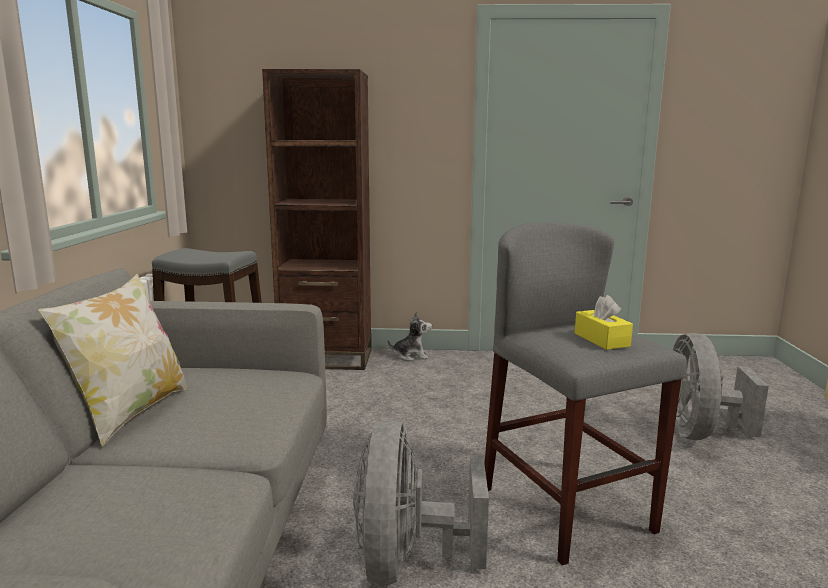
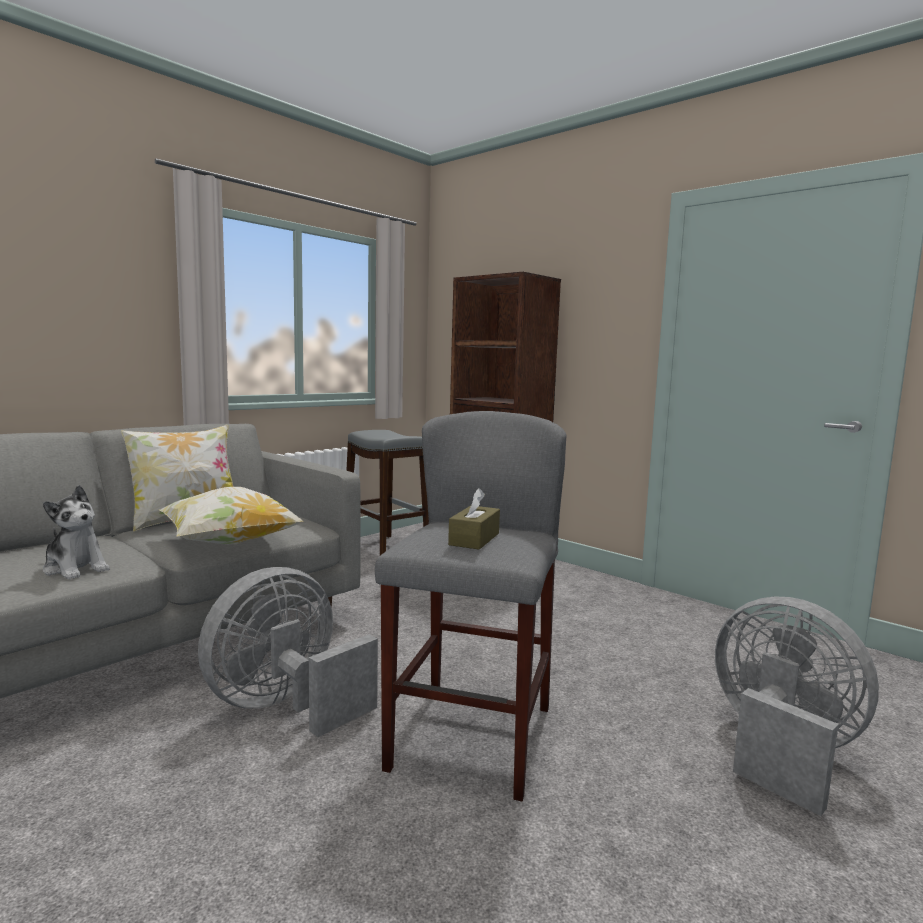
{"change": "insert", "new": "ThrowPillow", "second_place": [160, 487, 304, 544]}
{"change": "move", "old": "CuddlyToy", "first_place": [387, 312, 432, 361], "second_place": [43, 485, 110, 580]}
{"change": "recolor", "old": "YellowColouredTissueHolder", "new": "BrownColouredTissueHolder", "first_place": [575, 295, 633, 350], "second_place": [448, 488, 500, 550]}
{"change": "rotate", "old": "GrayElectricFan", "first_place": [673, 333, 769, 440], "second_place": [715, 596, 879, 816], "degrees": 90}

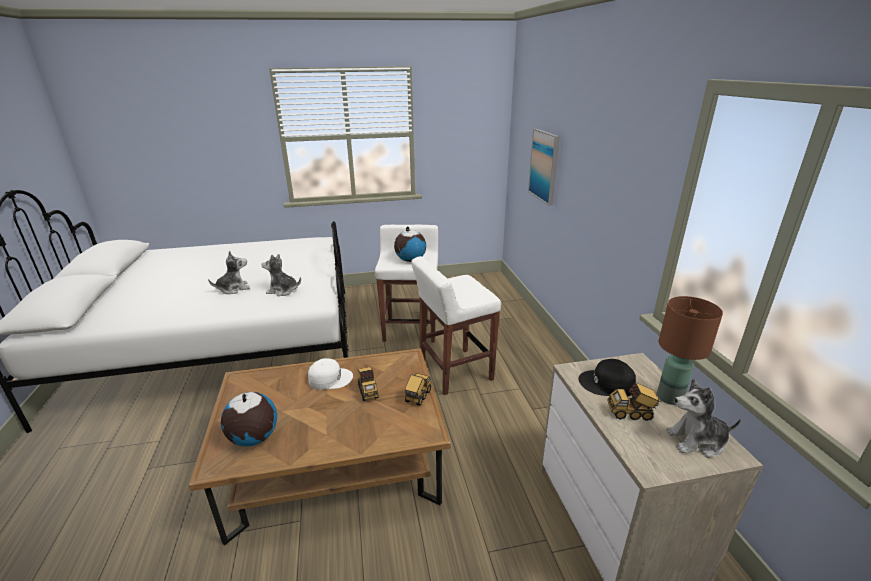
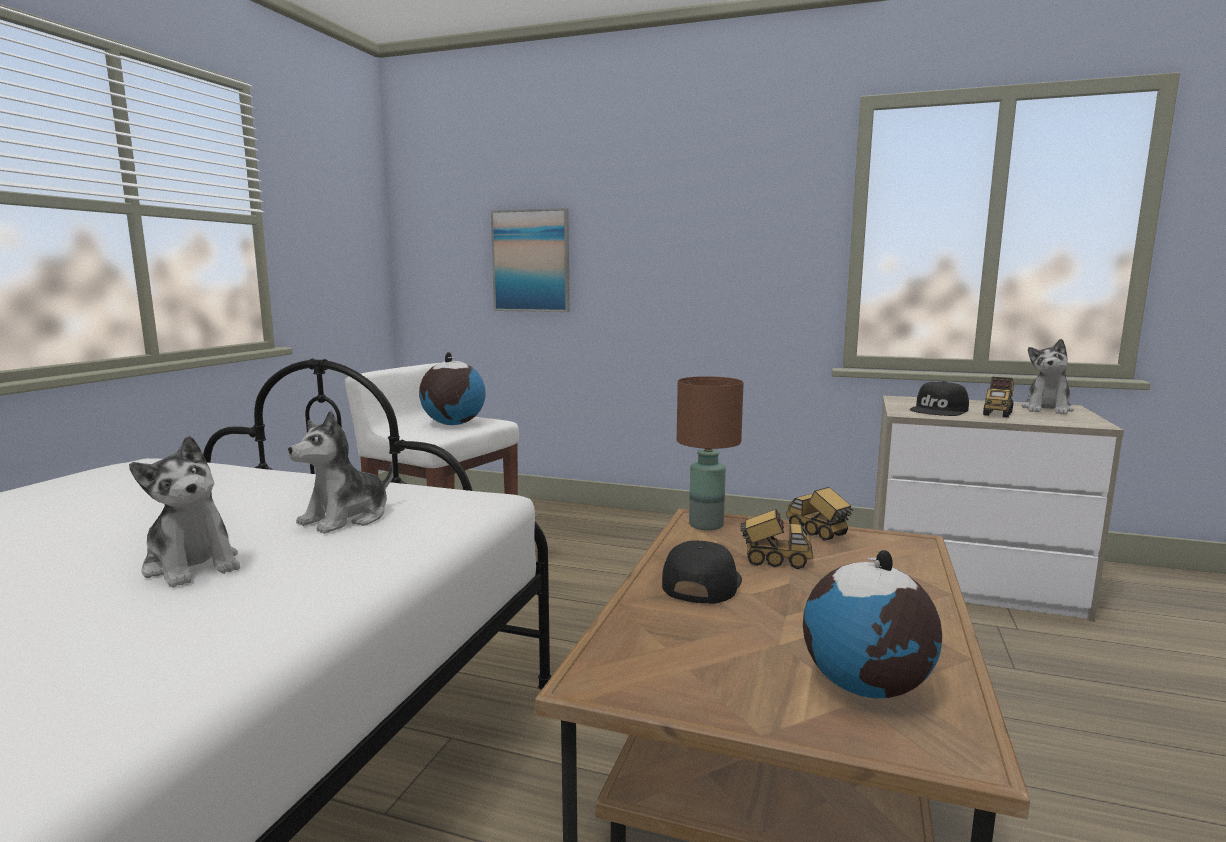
{"change": "delete", "old": "WhiteStoolSeat", "first_place": [411, 256, 501, 395]}
{"change": "move", "old": "BrownColouredLampForATable", "first_place": [657, 296, 723, 405], "second_place": [677, 376, 744, 530]}
{"change": "recolor", "old": "WhitePeakedCap", "new": "BlackishPeakedCap", "first_place": [308, 358, 353, 390], "second_place": [662, 541, 742, 604]}
{"change": "rotate", "old": "CuddlyToy", "first_place": [208, 251, 250, 294], "second_place": [129, 436, 240, 587], "degrees": 135}

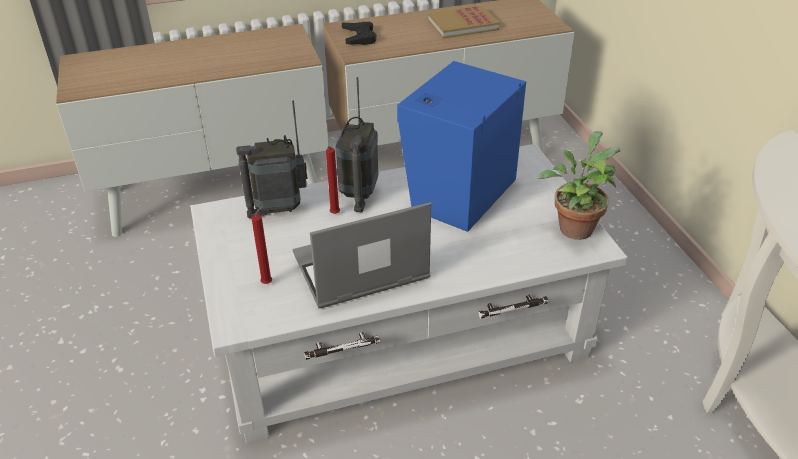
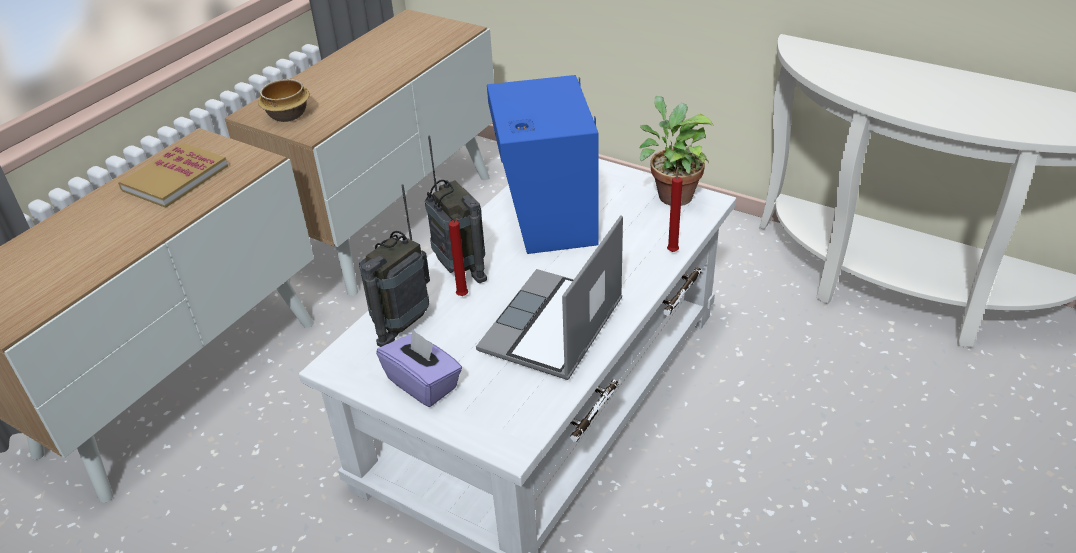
{"change": "insert", "new": "PurpleColouredTissueHolder", "second_place": [376, 328, 462, 407]}
{"change": "move", "old": "RedWaxCandle", "first_place": [251, 205, 272, 284], "second_place": [667, 165, 683, 252]}
{"change": "move", "old": "Book", "first_place": [428, 6, 499, 39], "second_place": [118, 143, 228, 208]}
{"change": "replace", "old": "BlackishJoypad", "new": "ServingBowl", "first_place": [342, 21, 377, 45], "second_place": [258, 79, 310, 122]}

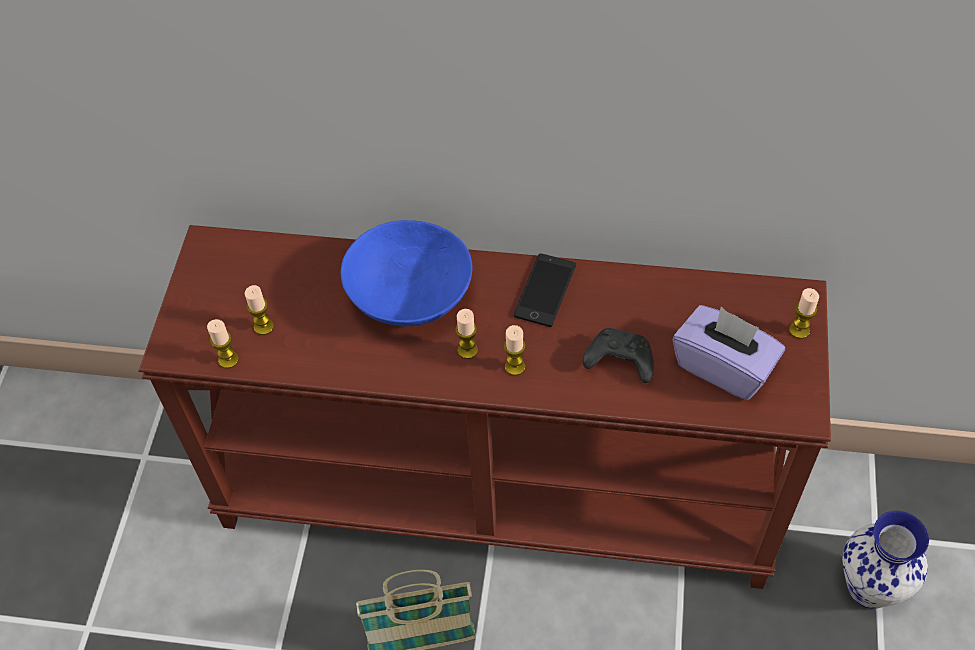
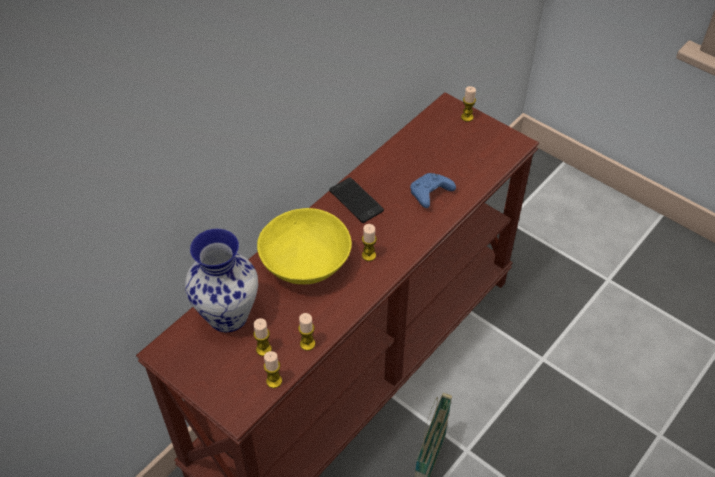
{"change": "delete", "old": "PurpleColouredTissueHolder", "first_place": [673, 305, 785, 400]}
{"change": "move", "old": "WaxCandle", "first_place": [504, 325, 525, 376], "second_place": [298, 313, 315, 351]}
{"change": "move", "old": "Vase", "first_place": [842, 511, 929, 609], "second_place": [185, 229, 258, 332]}
{"change": "recolor", "old": "BlueServingBowl", "new": "YellowColouredServingBowl", "first_place": [341, 220, 472, 326], "second_place": [257, 208, 352, 284]}
{"change": "recolor", "old": "BlackishJoypad", "new": "BlueJoypad", "first_place": [583, 328, 654, 383], "second_place": [410, 173, 456, 208]}

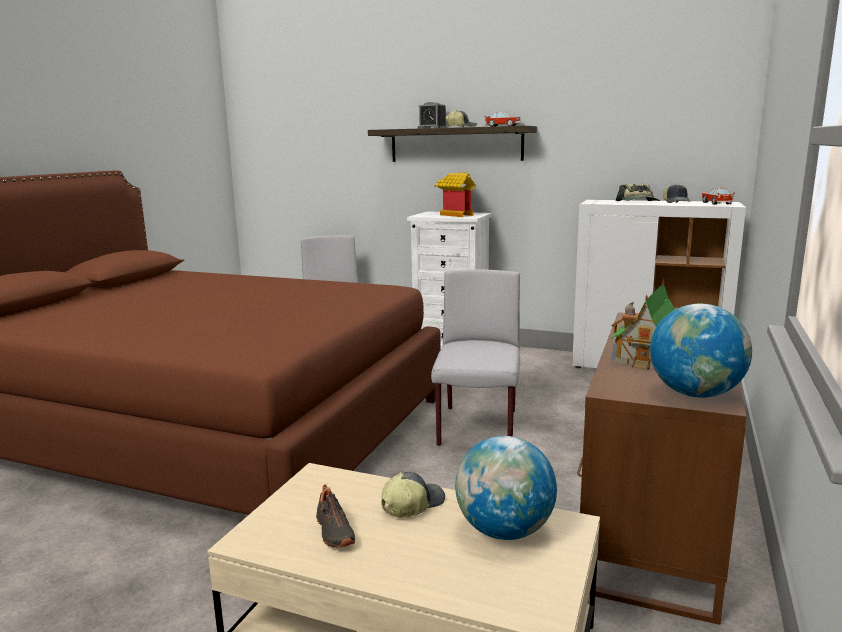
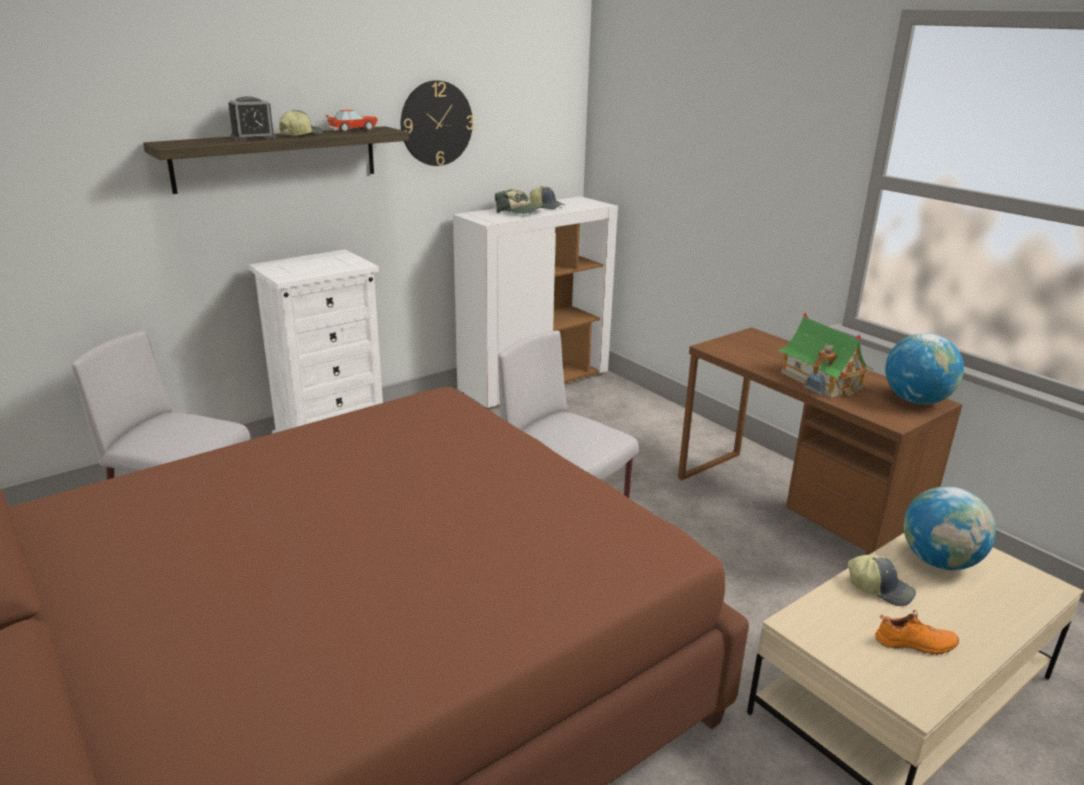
{"change": "delete", "old": "ModelHouse", "first_place": [435, 172, 476, 217]}
{"change": "delete", "old": "MiniatureCar", "first_place": [701, 188, 735, 205]}
{"change": "insert", "new": "ClockOnTheWall", "second_place": [401, 80, 474, 166]}
{"change": "recolor", "old": "BlackishItemOfFootwear", "new": "OrangeItemOfFootwear", "first_place": [316, 485, 355, 548], "second_place": [875, 610, 959, 655]}
{"change": "rotate", "old": "PeakedCap", "first_place": [381, 472, 445, 518], "second_place": [848, 555, 916, 606], "degrees": 135}

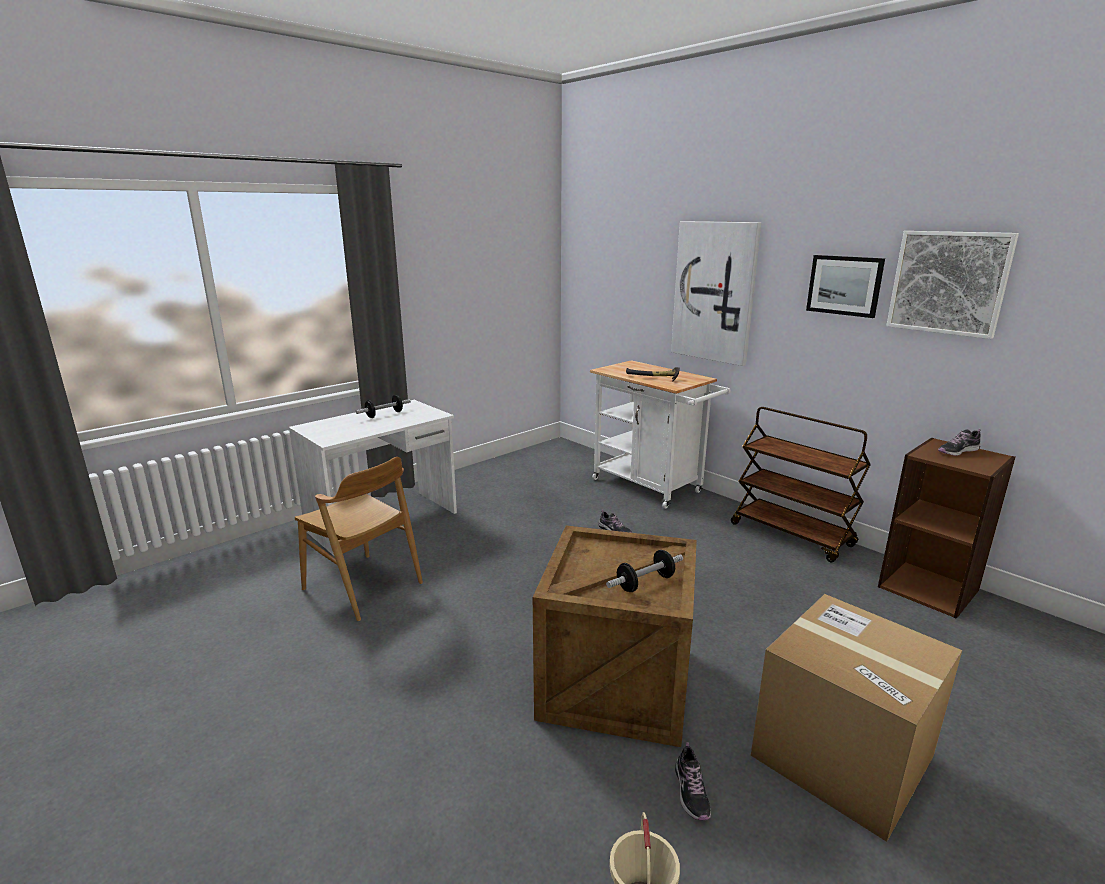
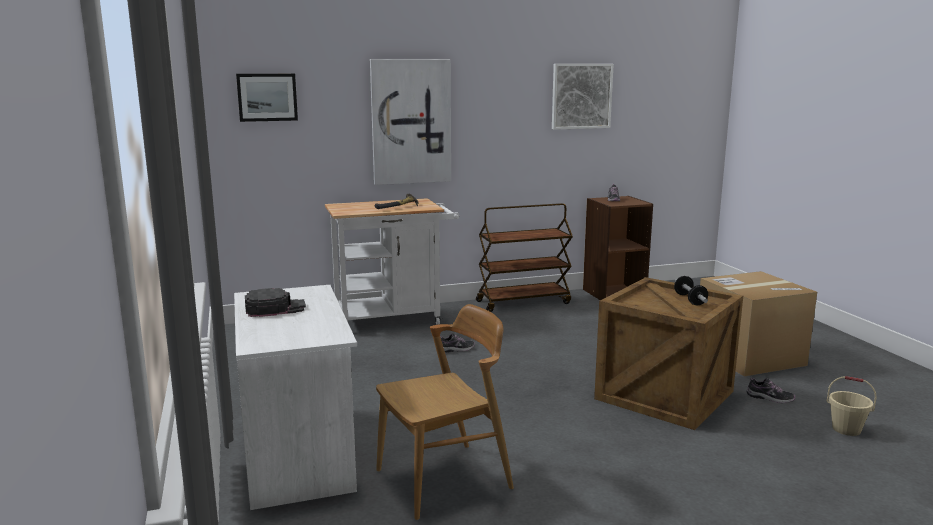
{"change": "move", "old": "WallArt", "first_place": [806, 255, 885, 318], "second_place": [236, 74, 298, 122]}
{"change": "replace", "old": "FreeWeight", "new": "BlackishPeakedCap", "first_place": [356, 395, 411, 418], "second_place": [245, 288, 306, 317]}

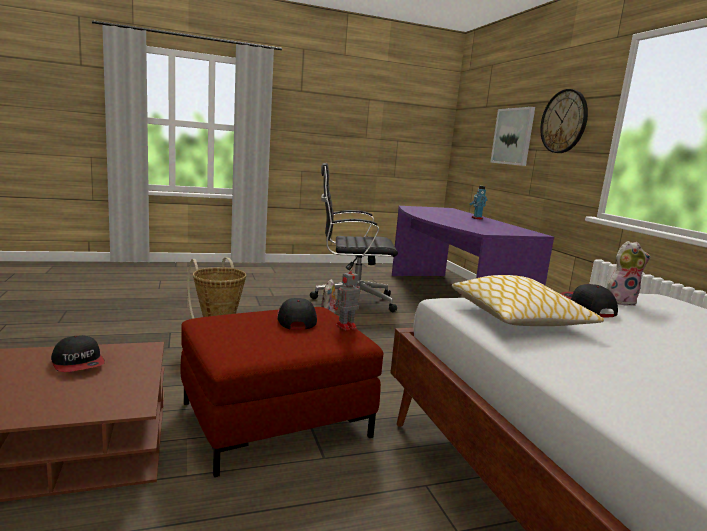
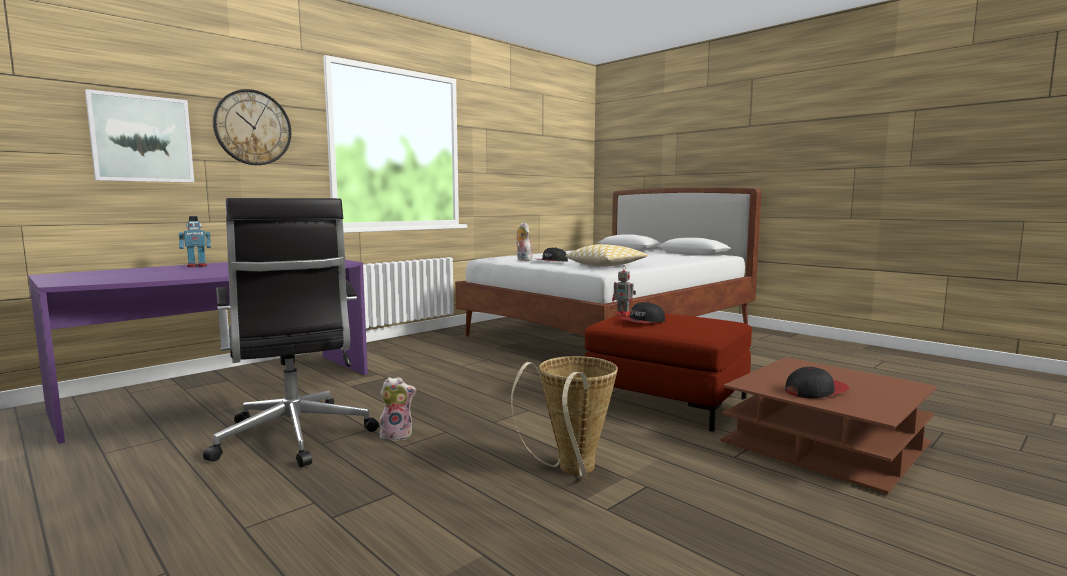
{"change": "rotate", "old": "PeakedCap", "first_place": [51, 335, 105, 372], "second_place": [785, 367, 849, 398], "degrees": 45}

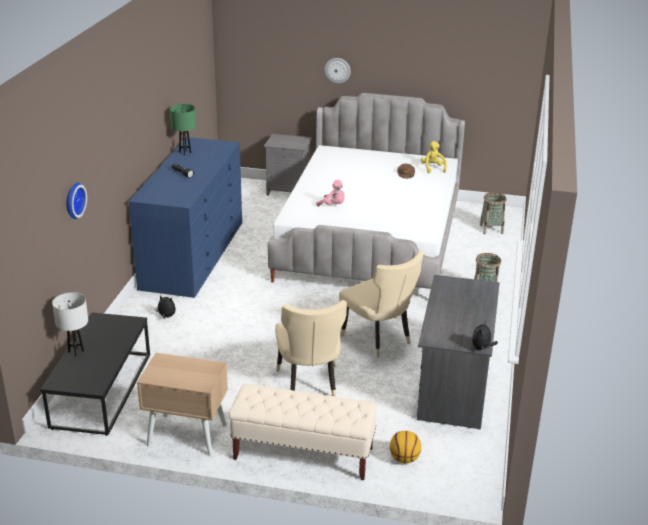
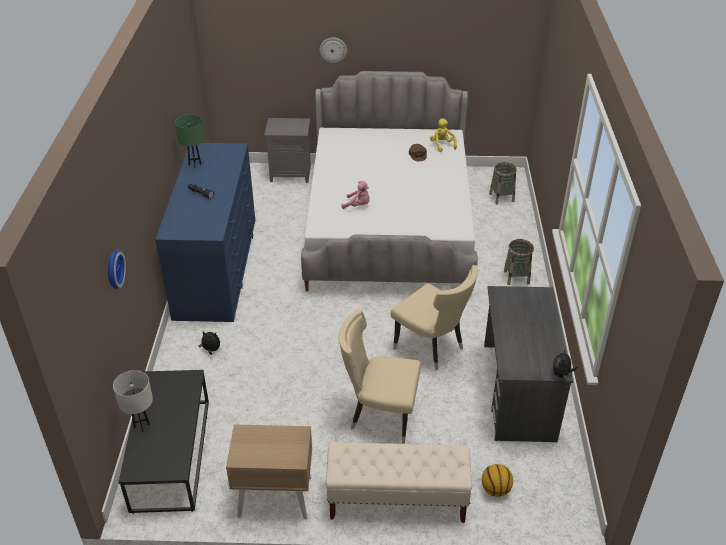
{"change": "rotate", "old": "SandColouredUprightChair", "first_place": [275, 300, 347, 396], "second_place": [338, 310, 421, 444], "degrees": 120}

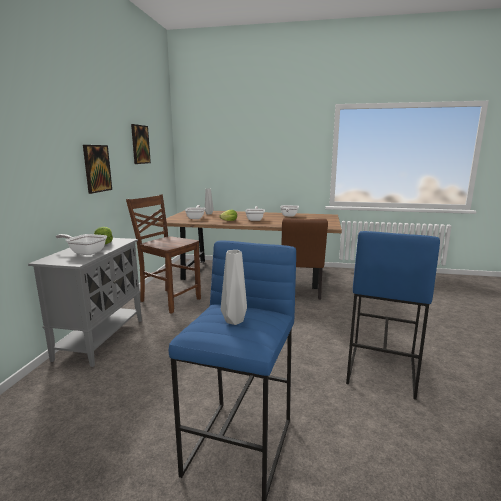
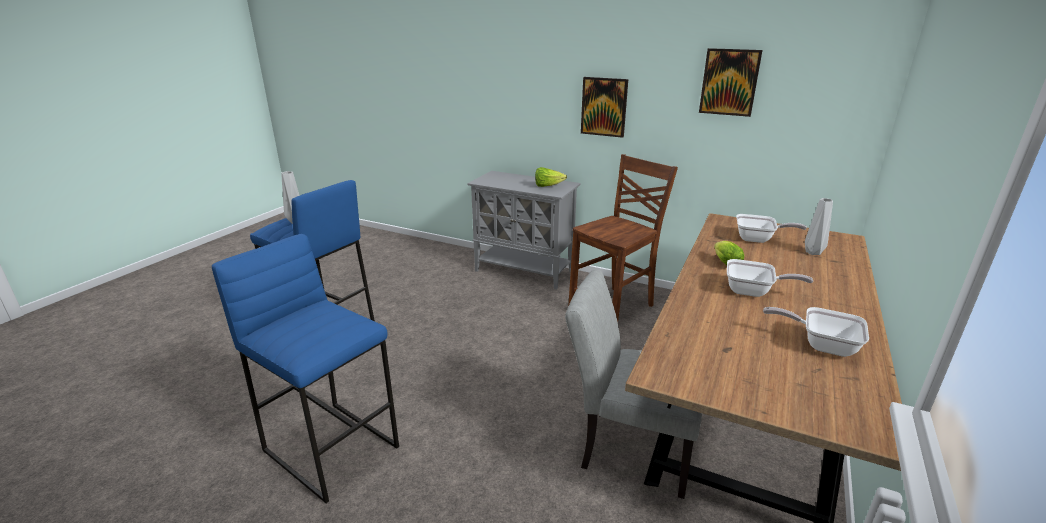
{"change": "delete", "old": "Skillet", "first_place": [56, 234, 107, 255]}
{"change": "recolor", "old": "BrownColouredUprightChair", "new": "GrayUprightChair", "first_place": [281, 218, 328, 300], "second_place": [565, 270, 702, 499]}

